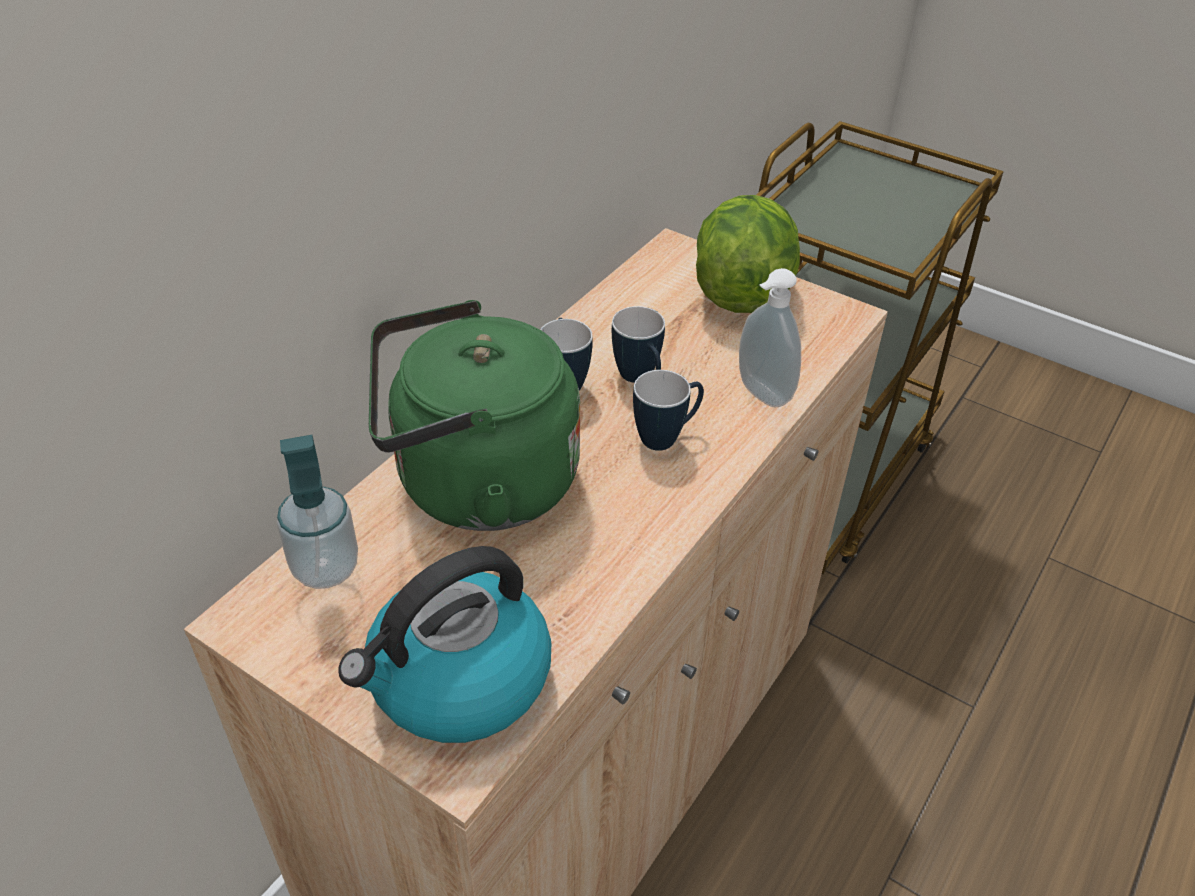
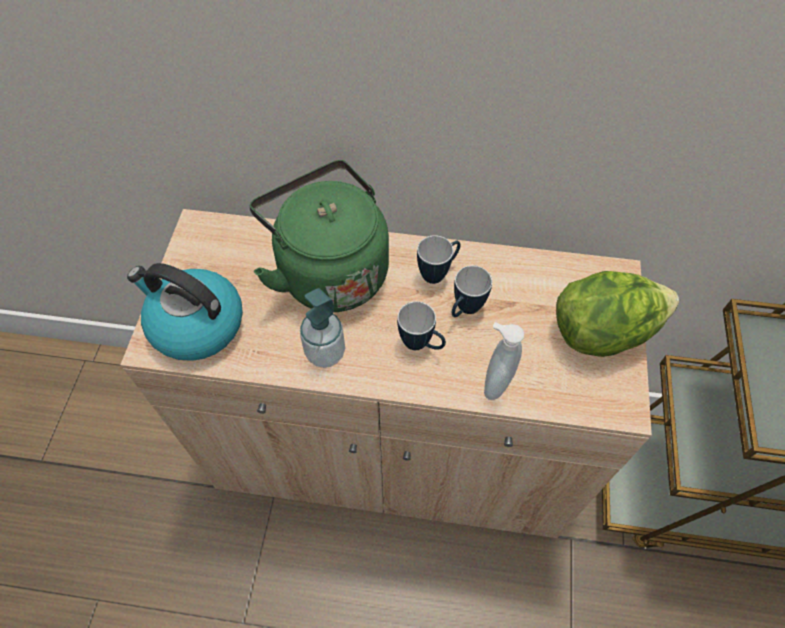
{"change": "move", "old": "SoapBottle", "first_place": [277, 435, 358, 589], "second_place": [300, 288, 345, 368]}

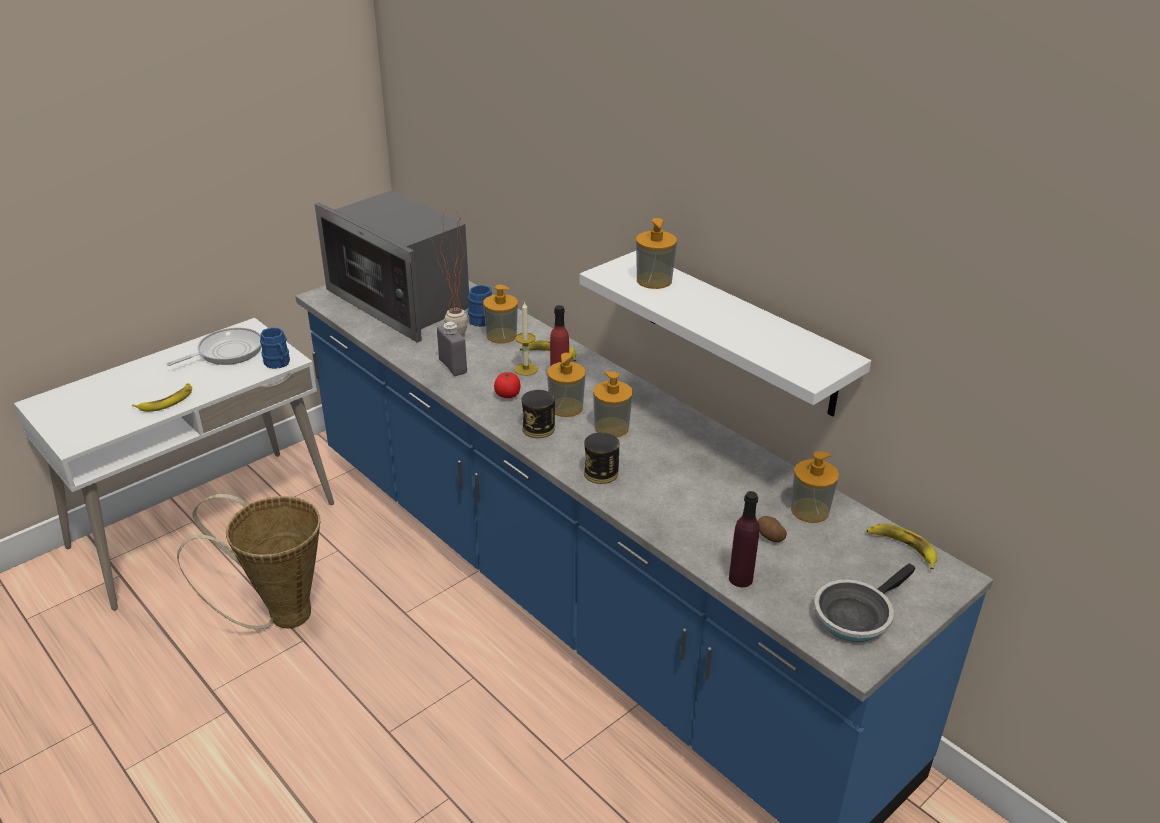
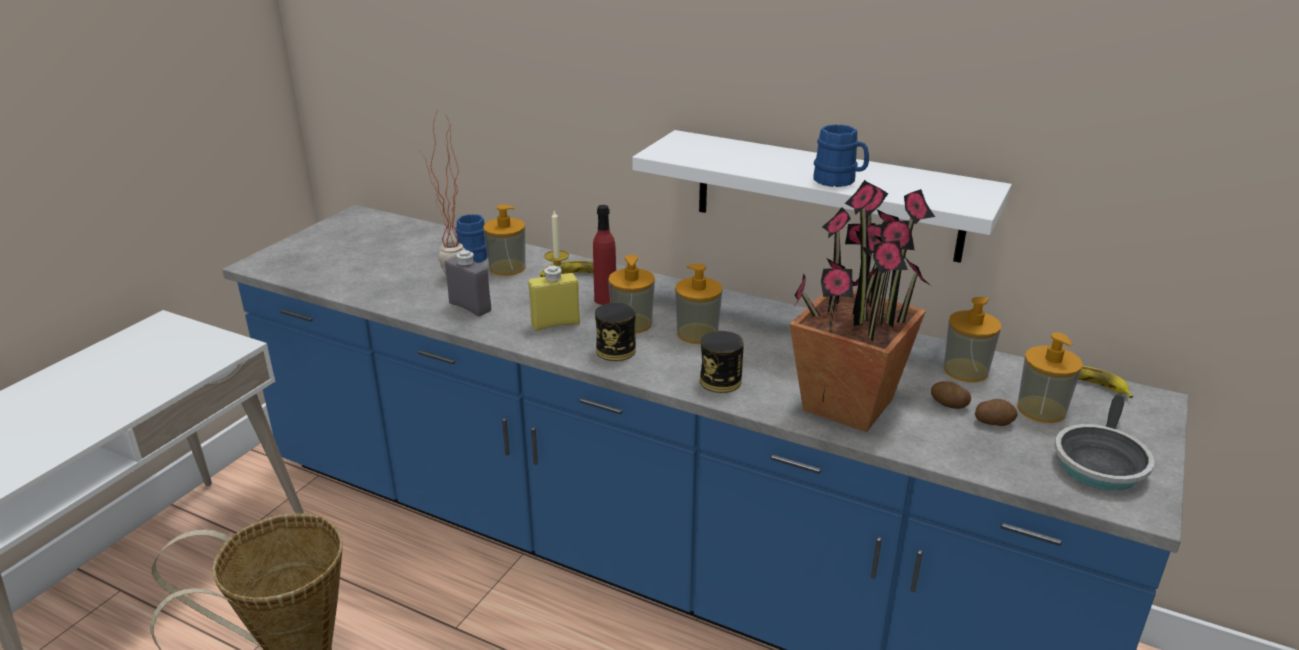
{"change": "delete", "old": "BananaFruit", "first_place": [132, 383, 192, 412]}
{"change": "delete", "old": "Skillet", "first_place": [167, 327, 262, 366]}
{"change": "delete", "old": "Microwave", "first_place": [315, 190, 469, 343]}
{"change": "delete", "old": "PurpleColouredDrinkBottle", "first_place": [729, 491, 759, 587]}
{"change": "insert", "new": "PottedPlant", "second_place": [790, 180, 935, 432]}
{"change": "insert", "new": "Spud", "second_place": [975, 399, 1018, 426]}
{"change": "move", "old": "BlueTeaMug", "first_place": [260, 328, 290, 369], "second_place": [813, 124, 869, 187]}
{"change": "move", "old": "SoapBottle", "first_place": [636, 218, 677, 289], "second_place": [1017, 332, 1083, 423]}
{"change": "replace", "old": "FreshTomato", "new": "YellowColouredDrinkBottle", "first_place": [494, 372, 520, 398], "second_place": [529, 265, 580, 331]}

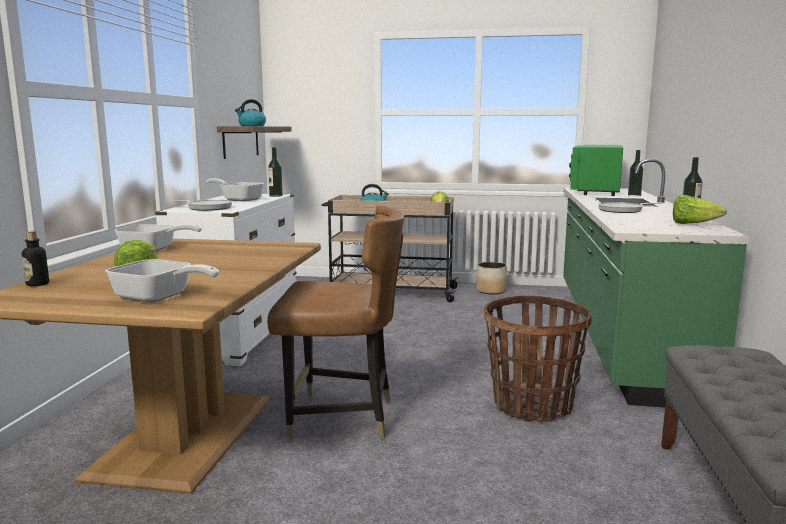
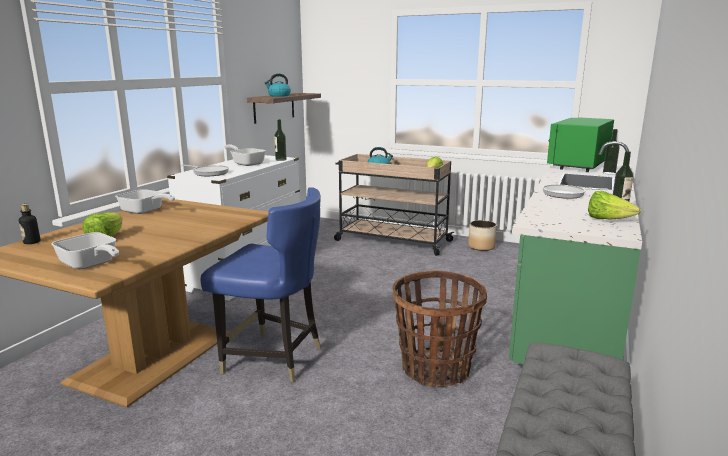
{"change": "recolor", "old": "BrownColouredUprightChair", "new": "BlueUprightChair", "first_place": [267, 206, 404, 441], "second_place": [201, 187, 321, 382]}

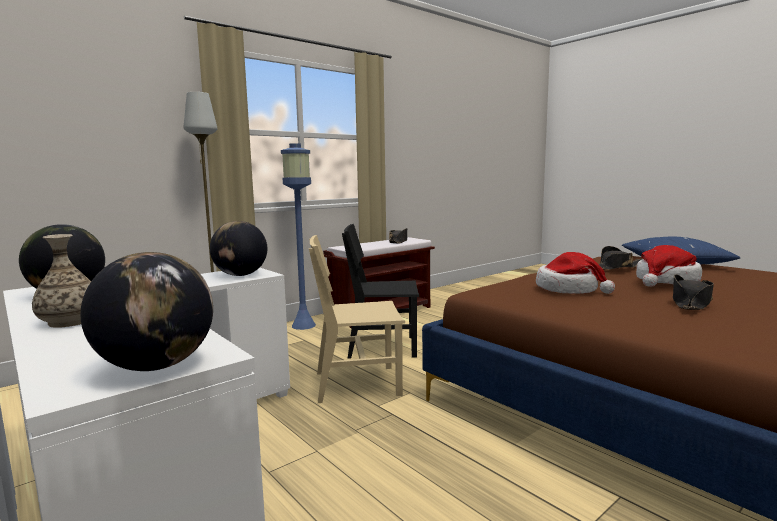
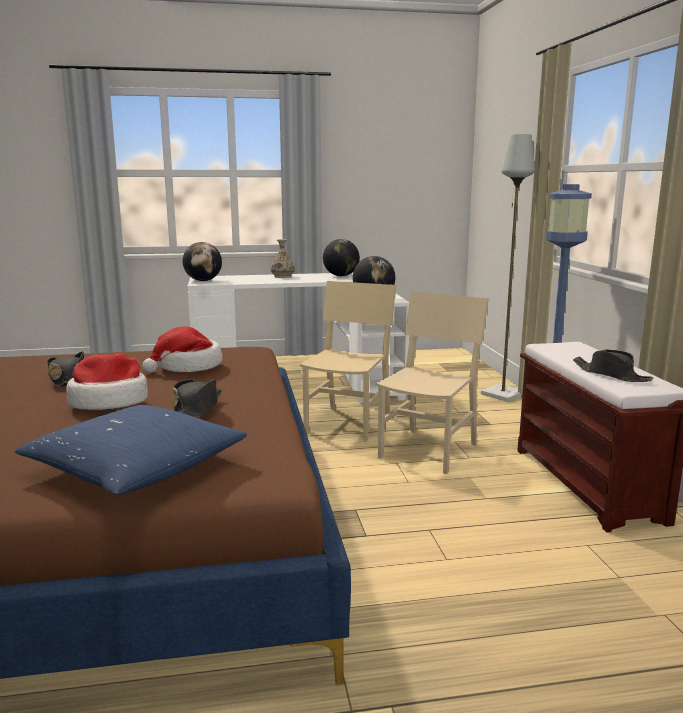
{"change": "recolor", "old": "BlackishUprightChair", "new": "SandColouredUprightChair", "first_place": [342, 224, 419, 359], "second_place": [376, 291, 489, 474]}

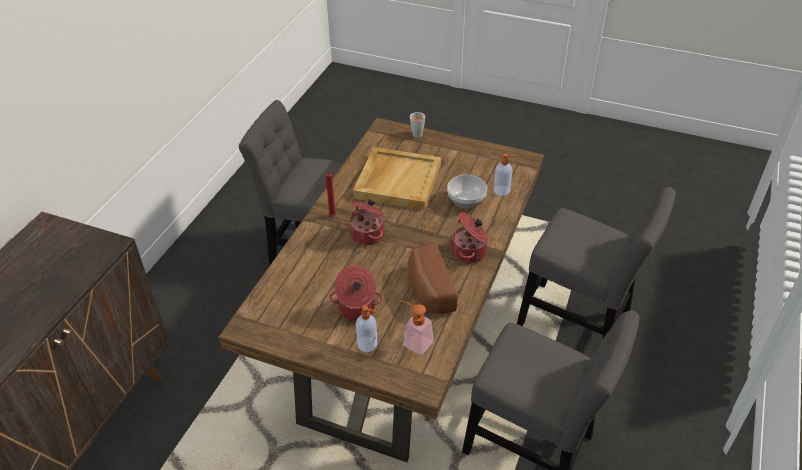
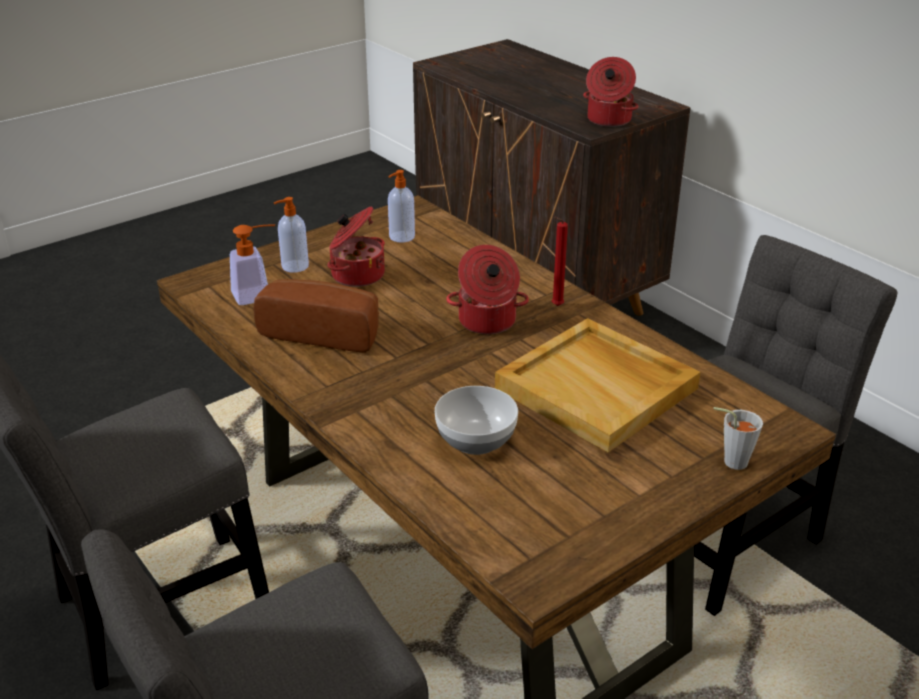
{"change": "move", "old": "CookingPot", "first_place": [450, 212, 488, 263], "second_place": [583, 57, 639, 127]}
{"change": "move", "old": "SoapBottle", "first_place": [494, 153, 516, 196], "second_place": [388, 170, 415, 243]}

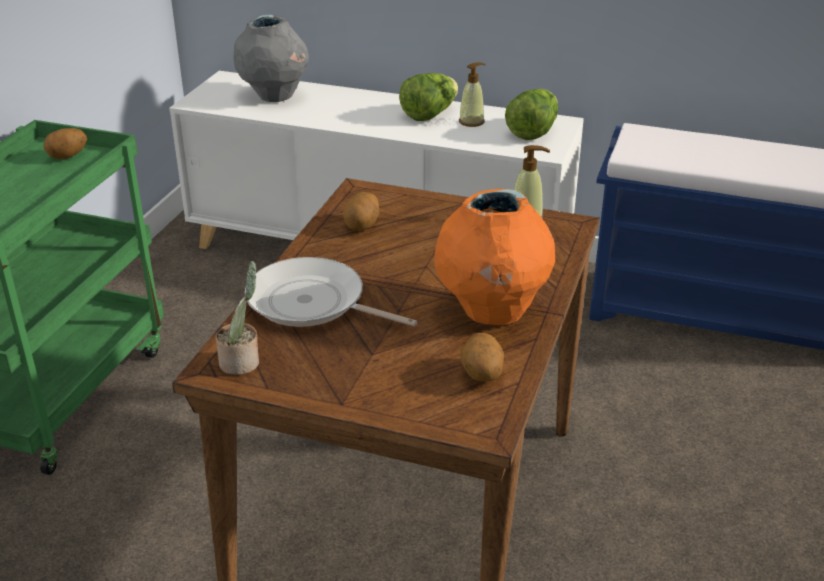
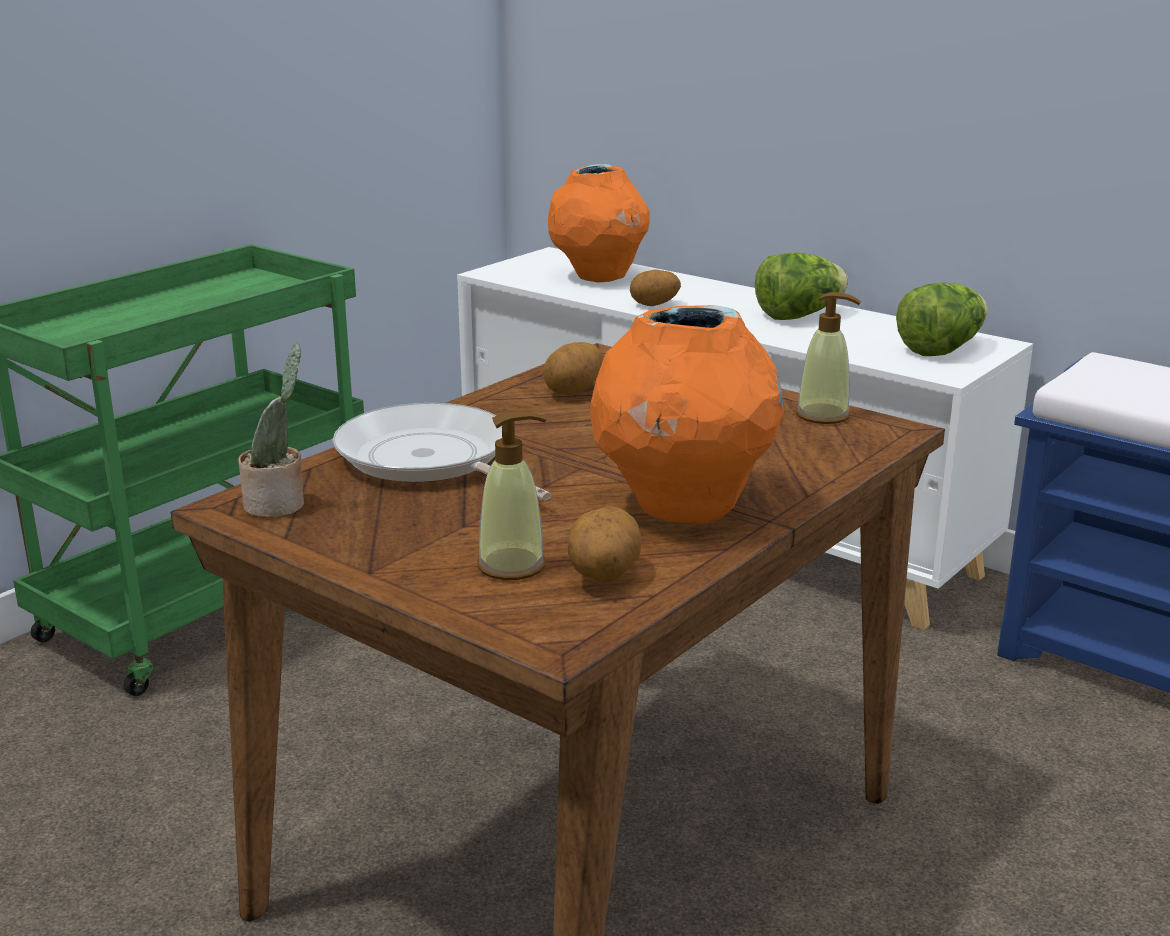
{"change": "move", "old": "Spud", "first_place": [44, 128, 87, 159], "second_place": [630, 270, 681, 306]}
{"change": "move", "old": "SoapBottle", "first_place": [459, 62, 486, 127], "second_place": [477, 412, 546, 580]}
{"change": "recolor", "old": "GrayVase", "new": "OrangeVase", "first_place": [233, 15, 309, 102], "second_place": [548, 164, 650, 282]}

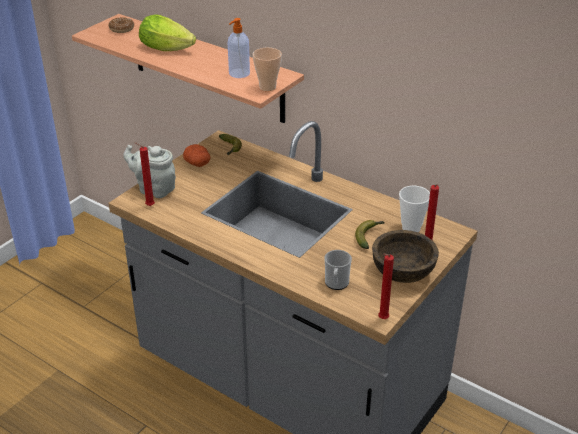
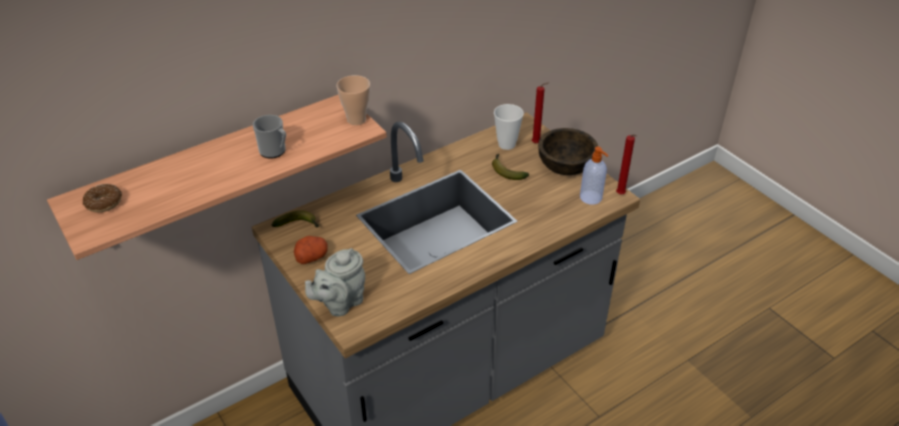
{"change": "delete", "old": "RedWaxCandle", "first_place": [134, 142, 155, 206]}
{"change": "delete", "old": "HeadOfLettuce", "first_place": [139, 14, 196, 51]}
{"change": "move", "old": "SoapBottle", "first_place": [228, 18, 250, 78], "second_place": [580, 147, 608, 205]}
{"change": "move", "old": "TeaMug", "first_place": [324, 250, 352, 290], "second_place": [253, 115, 286, 159]}

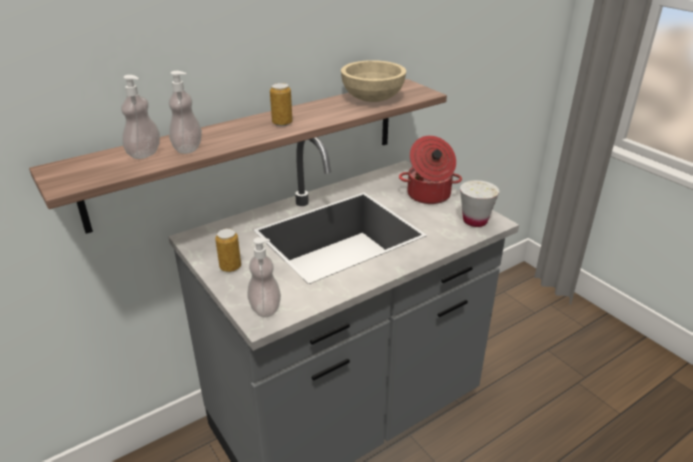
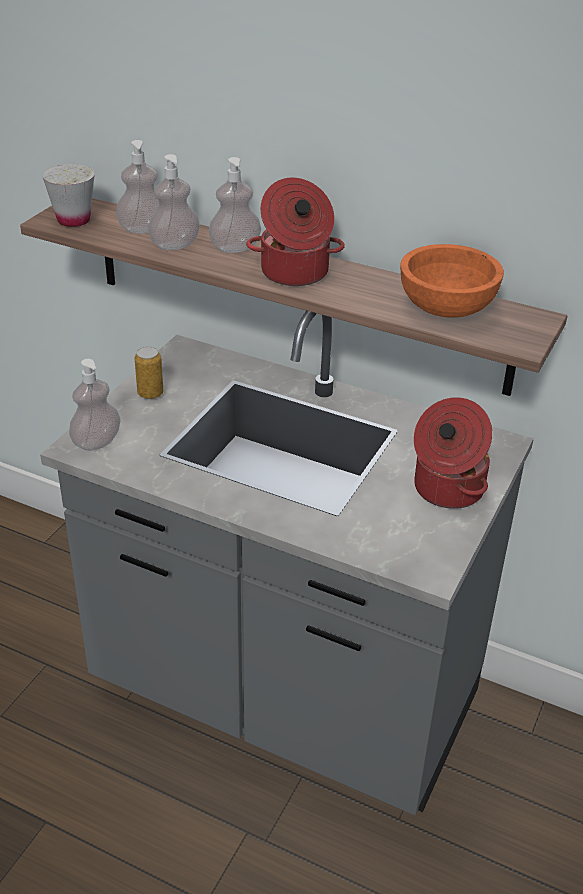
{"change": "insert", "new": "SoapBottle", "second_place": [208, 157, 261, 253]}
{"change": "move", "old": "WhiteDrinkingCup", "first_place": [460, 180, 499, 227], "second_place": [42, 164, 95, 227]}
{"change": "replace", "old": "Can", "new": "CookingPot", "first_place": [270, 83, 292, 126], "second_place": [247, 178, 345, 286]}
{"change": "recolor", "old": "SandColouredServingBowl", "new": "OrangeServingBowl", "first_place": [341, 60, 406, 102], "second_place": [400, 244, 504, 318]}

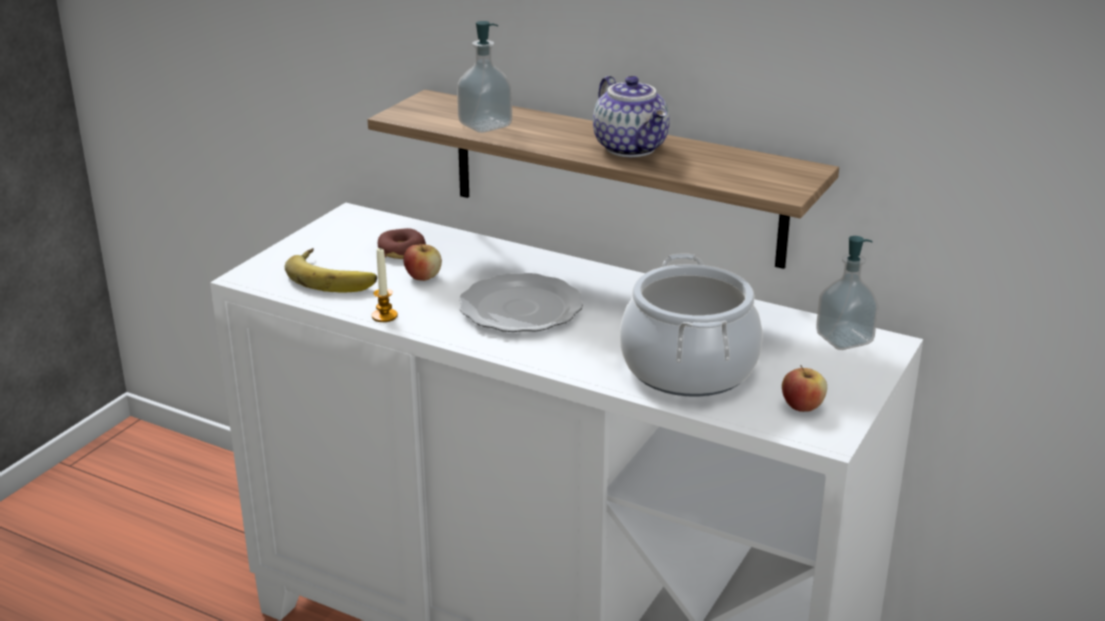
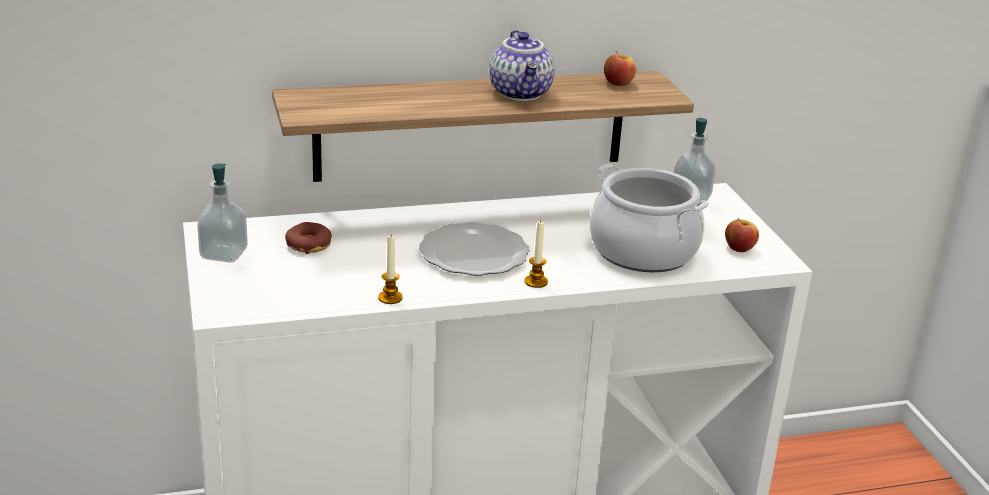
{"change": "delete", "old": "BananaFruit", "first_place": [285, 248, 377, 292]}
{"change": "insert", "new": "WaxCandle", "second_place": [524, 221, 548, 288]}
{"change": "move", "old": "Apple", "first_place": [403, 241, 442, 281], "second_place": [604, 51, 636, 86]}
{"change": "move", "old": "SoapBottle", "first_place": [457, 21, 512, 133], "second_place": [197, 163, 248, 262]}
{"change": "rotate", "old": "Teapot", "first_place": [593, 76, 670, 157], "second_place": [489, 30, 555, 101], "degrees": 60}

